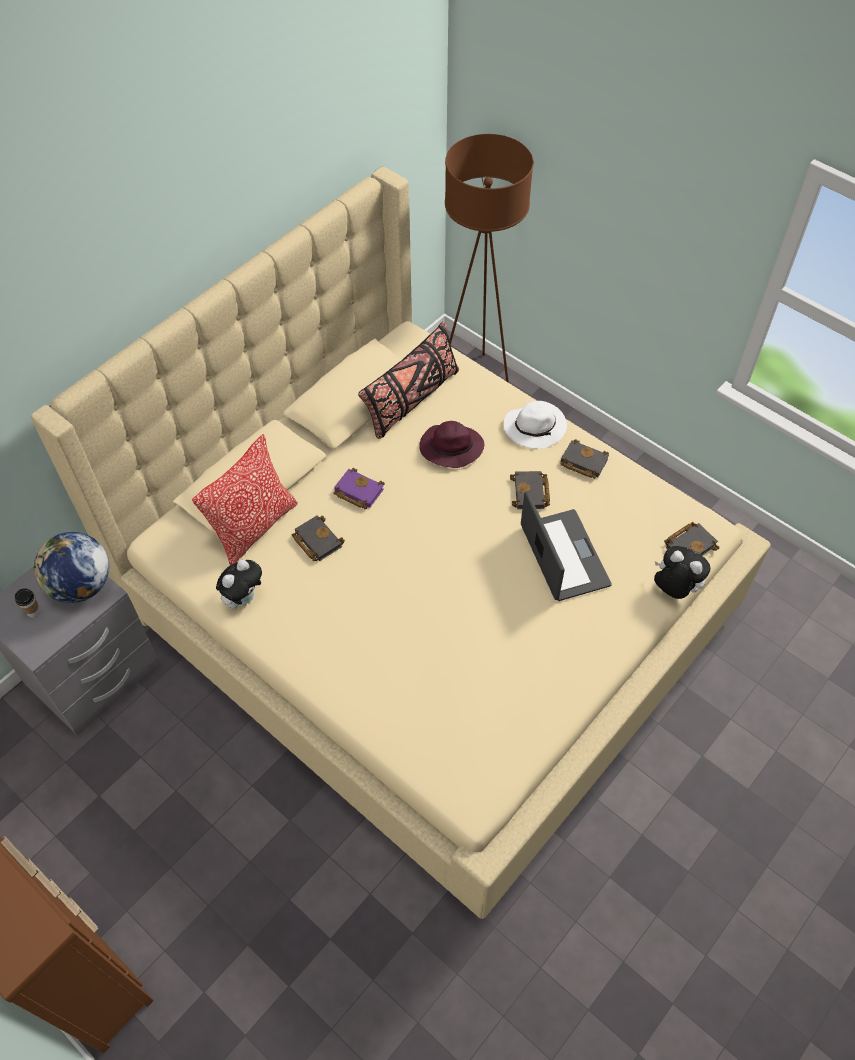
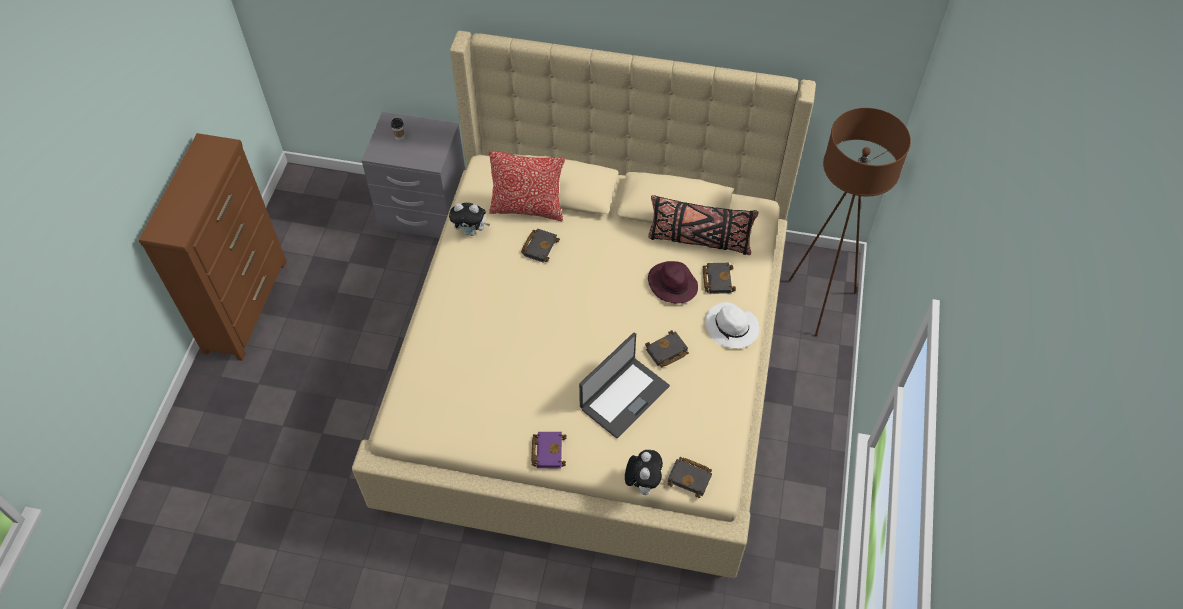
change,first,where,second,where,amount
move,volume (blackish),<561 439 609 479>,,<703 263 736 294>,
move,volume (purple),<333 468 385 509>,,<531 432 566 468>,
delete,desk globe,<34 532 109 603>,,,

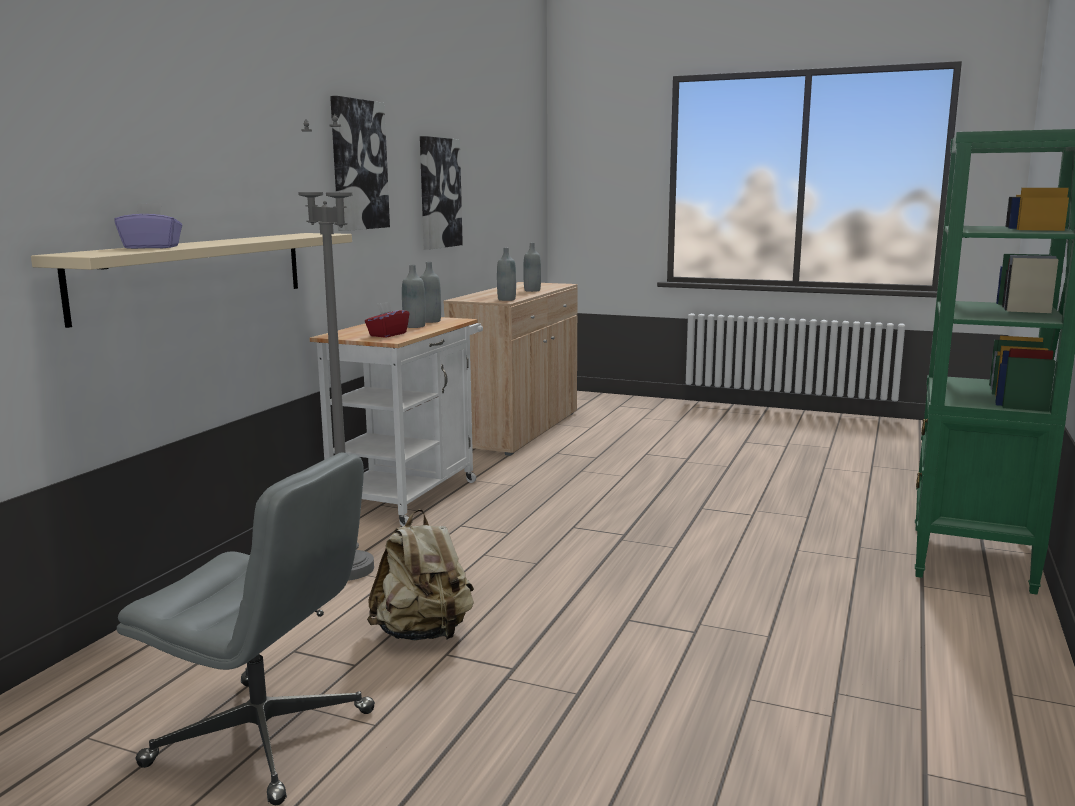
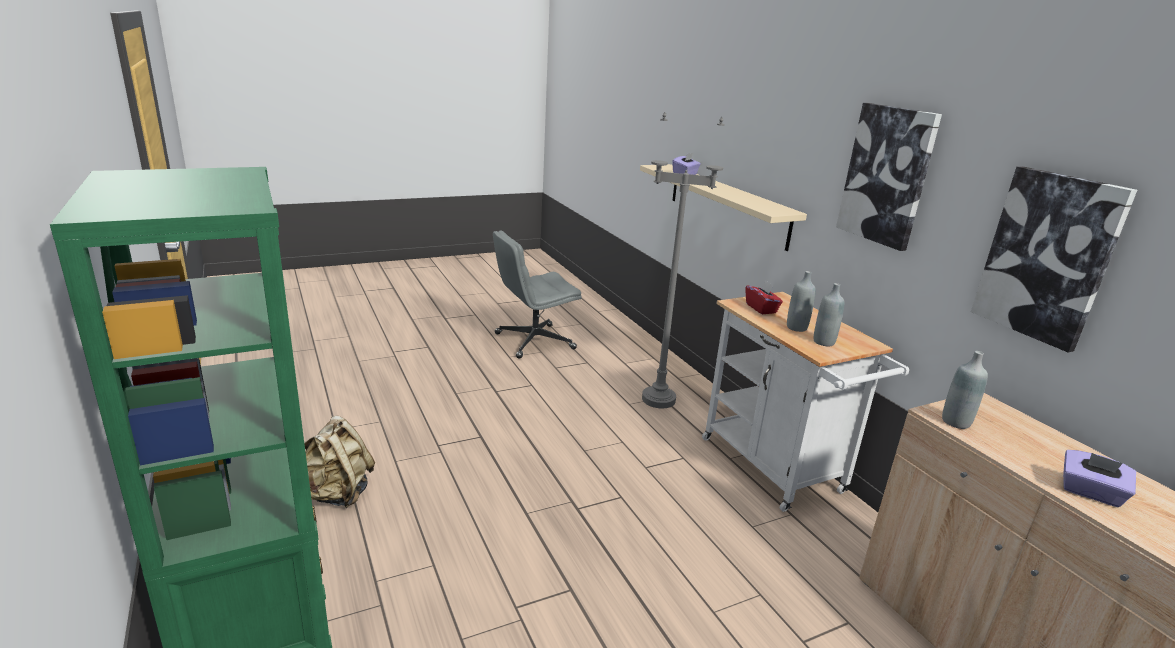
change,first,where,second,where,amount
replace,drink bottle (grey),<523 243 541 292>,tissue box (purple),<1063 450 1136 507>,
move,rucksack (sand-coloured),<367 509 474 640>,,<304 416 375 508>,

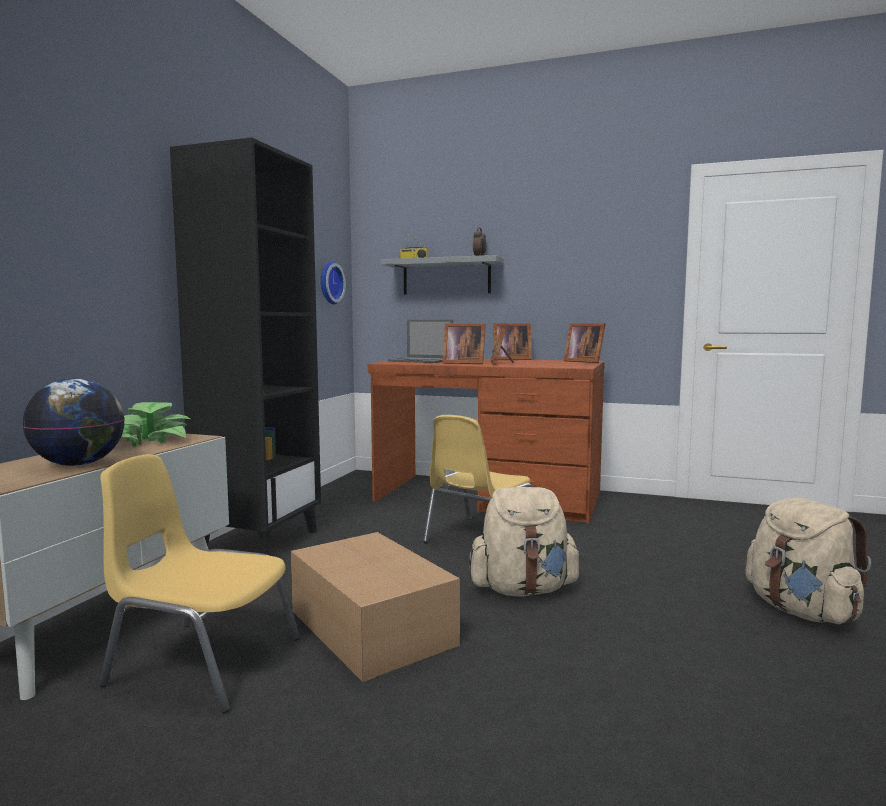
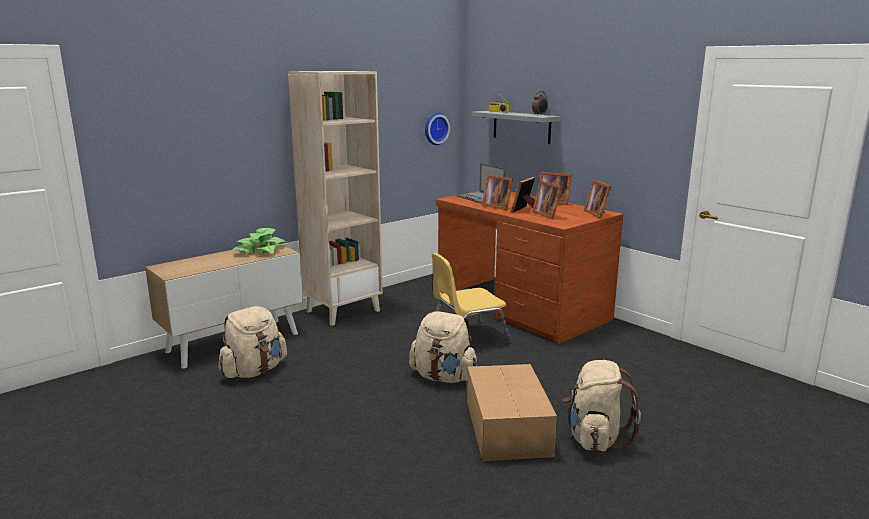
change,first,where,second,where,amount
recolor,bookshelf (blackish),<170 137 321 555>,bookshelf (sand-coloured),<288 71 383 326>,
delete,desk globe,<22 378 125 466>,,,
replace,plain chair (yellow),<99 454 300 713>,rucksack (sand-coloured),<219 306 287 378>,
move,packing box,<291 532 460 682>,,<467 364 557 461>,
insert,,,standing frame,<532 181 562 219>,

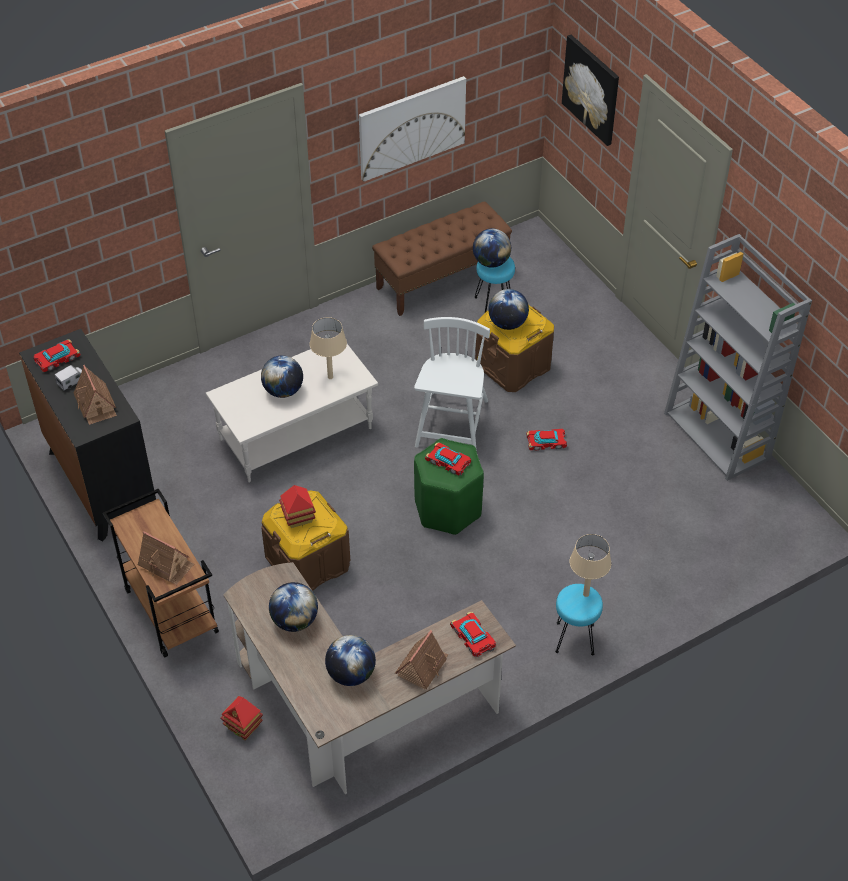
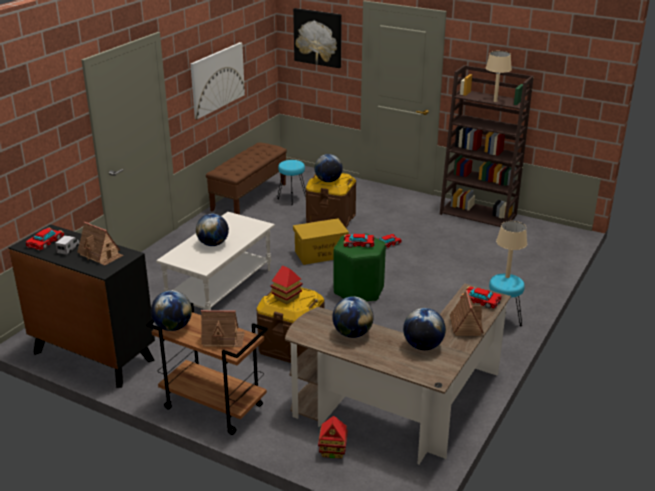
change,first,where,second,where,amount
move,desk globe,<473 228 511 267>,,<151 290 192 331>,
recolor,bookshelf (grey),<664 234 812 481>,bookshelf (brown-coloured),<440 65 534 227>,
move,table lamp (sand-coloured),<310 317 347 379>,,<486 51 512 102>,
replace,plain chair (white-coloured),<414 317 490 451>,storage box (yellow),<293 218 349 265>,

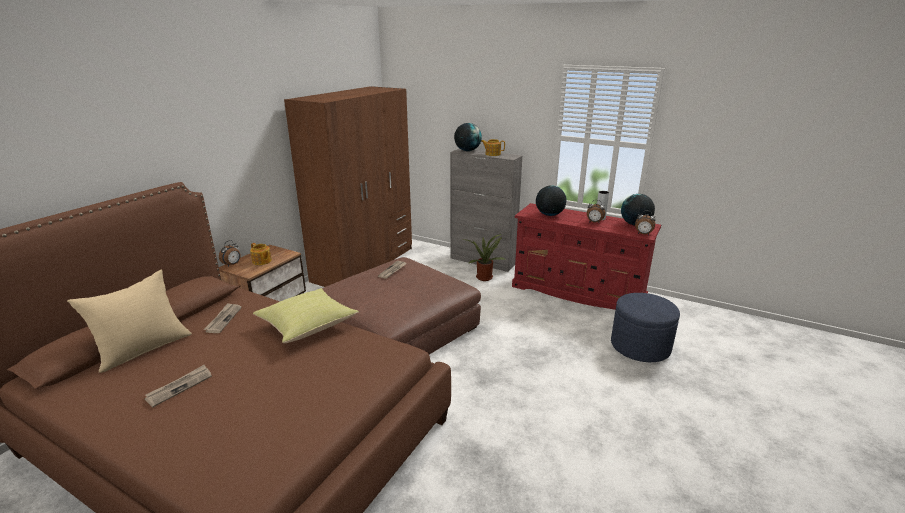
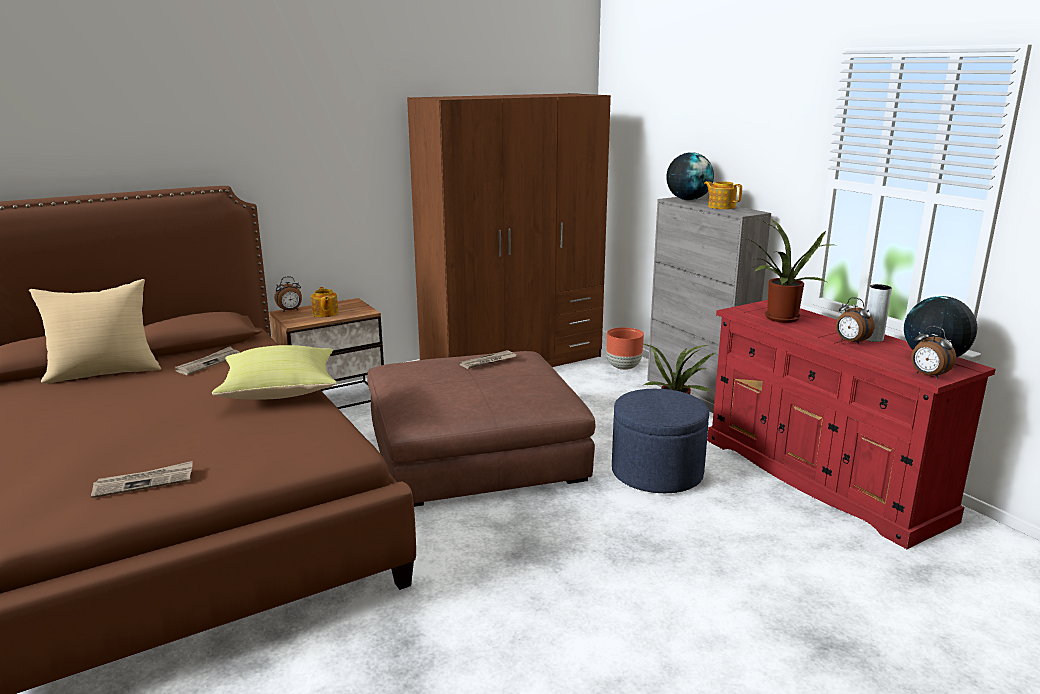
change,first,where,second,where,amount
replace,desk globe,<536 185 567 216>,plant in a pot,<747 218 832 323>,
move,ottoman (bluish),<611 293 680 362>,,<612 389 709 493>,
move,daily paper,<144 365 212 407>,,<91 461 193 498>,
insert,,,flower pot (brown-coloured),<607 327 644 370>,

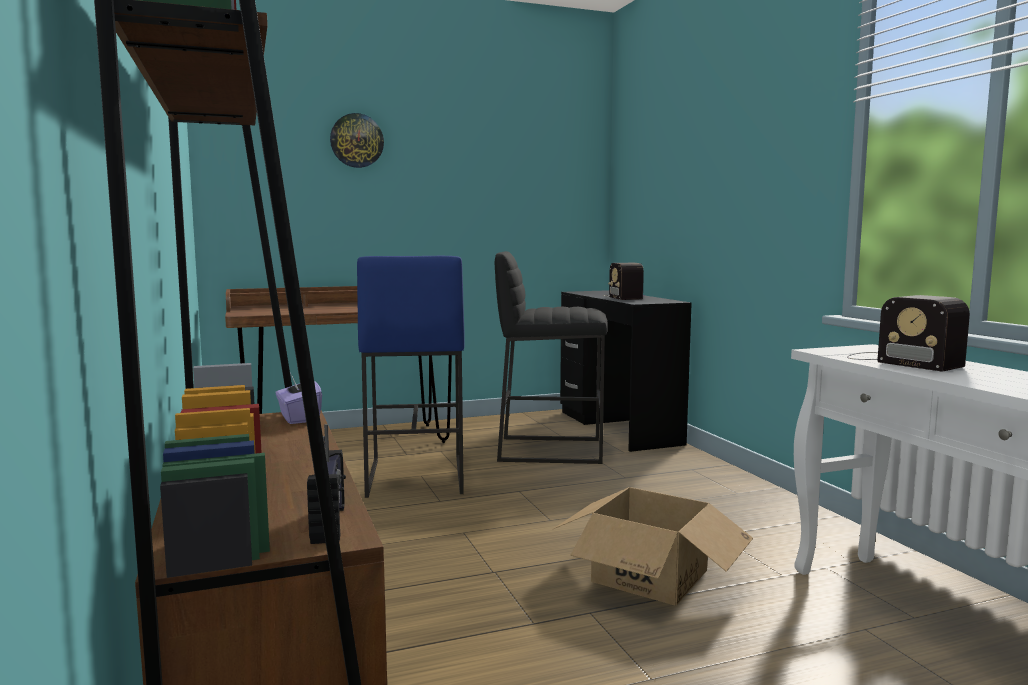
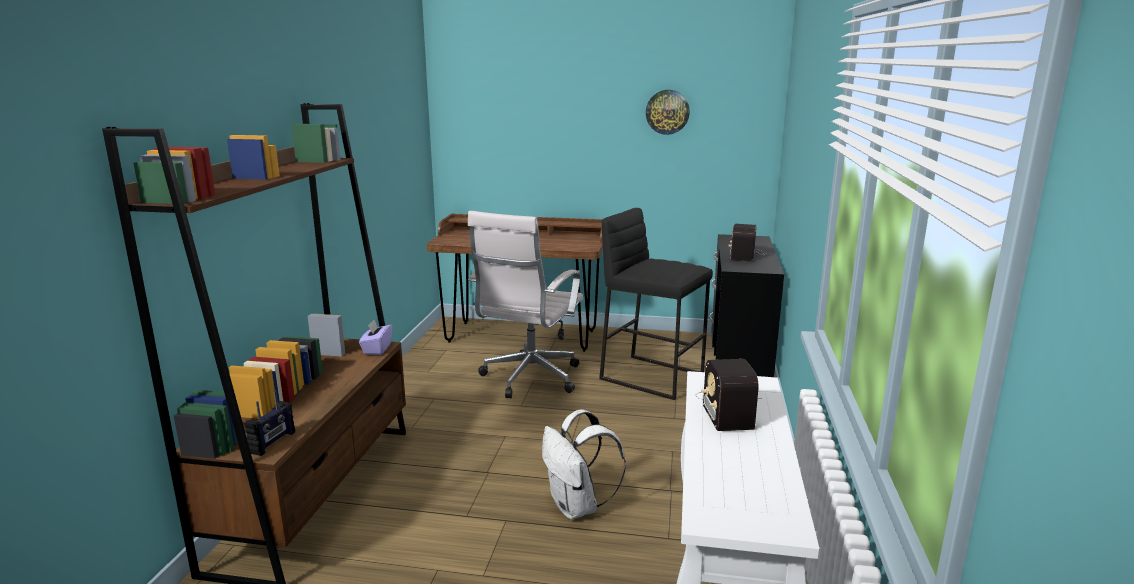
change,first,where,second,where,amount
move,clock on the wall,<330 113 384 168>,,<646 90 690 135>,
replace,stool seat (bluish),<357 256 465 498>,computer chair (white-coloured),<468 211 583 398>,
replace,packing box,<553 487 753 605>,rucksack (white-coloured),<542 409 626 519>,

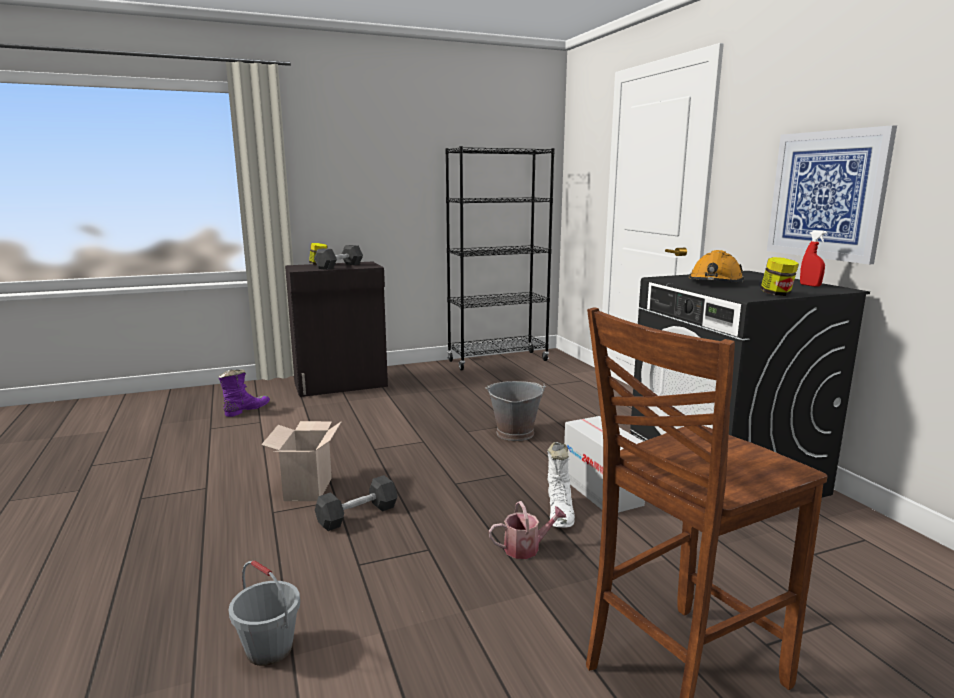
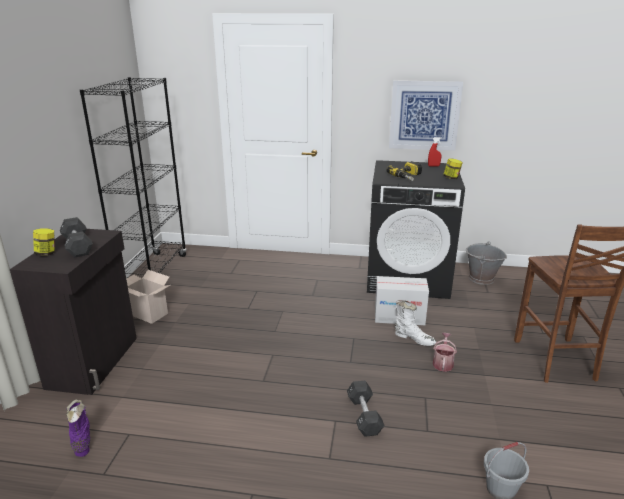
change,first,where,second,where,amount
replace,hard hat (orangey),<689 250 744 282>,drill,<386 161 422 181>,
move,water bucket (grey),<485 381 546 441>,,<466 241 507 285>,
move,packing box,<261 421 342 501>,,<126 270 170 324>,

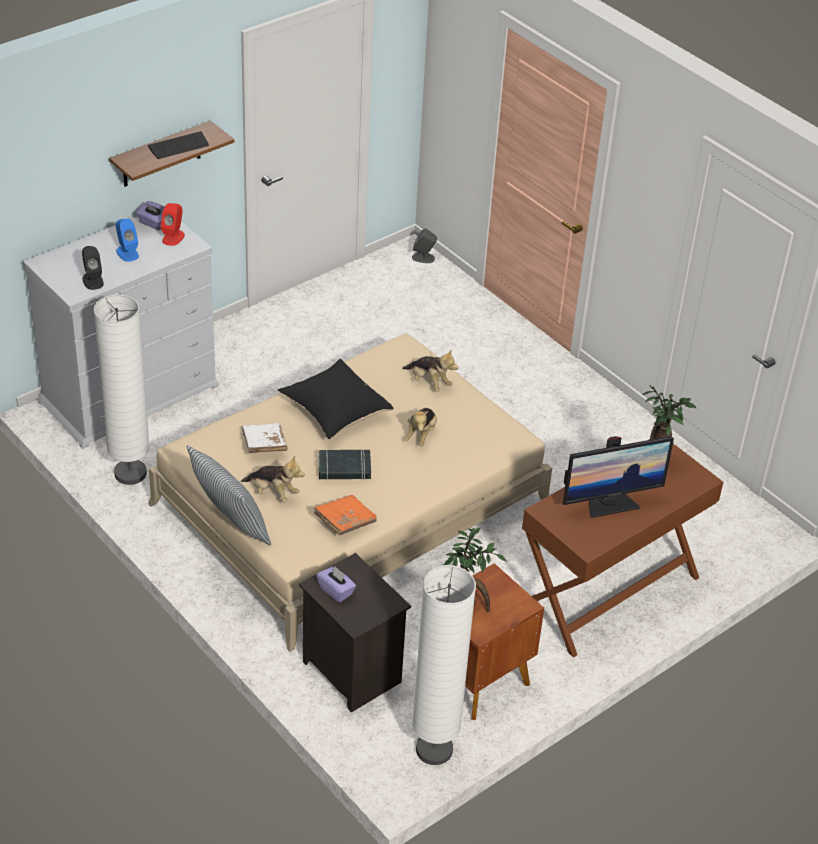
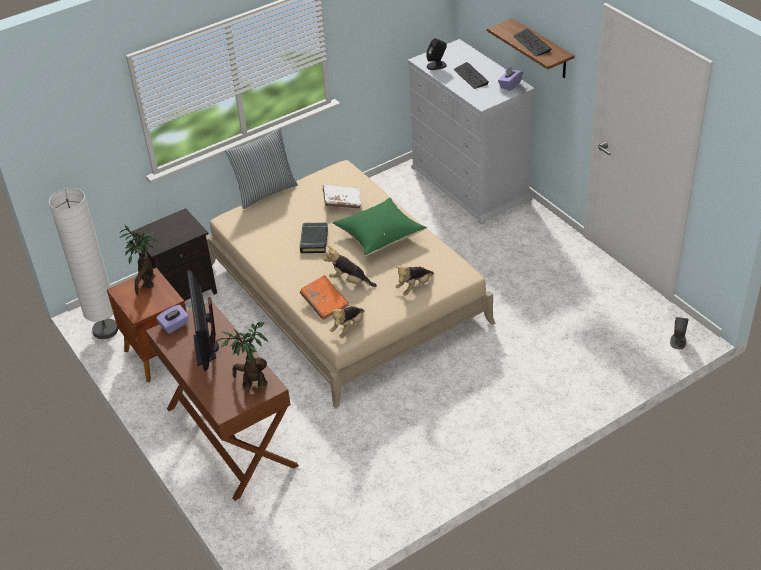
change,first,where,second,where,amount
delete,loudspeaker (red-coloured),<161 203 185 246>,,,
replace,loudspeaker (bluish),<116 219 139 262>,PC keyboard,<454 62 489 89>,
delete,standard lamp (white-coloured),<94 294 150 485>,,,
recolor,pillow (blackish),<278 359 394 439>,pillow (greenish),<333 198 427 256>,
move,cuddly toy,<241 455 305 503>,,<330 306 364 338>,
move,volume (orangey),<314 495 377 535>,,<300 275 349 320>,
move,tissue box (purple),<316 567 356 603>,,<156 305 189 334>,

